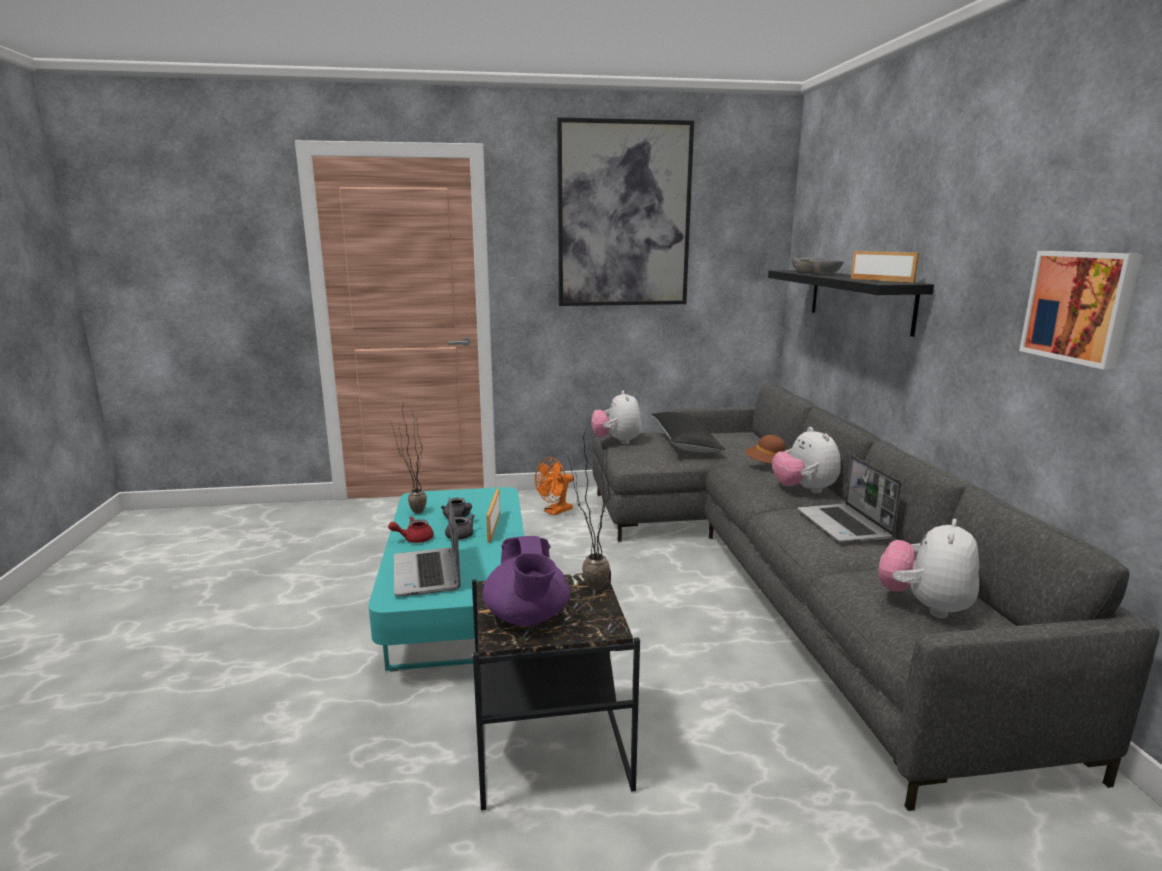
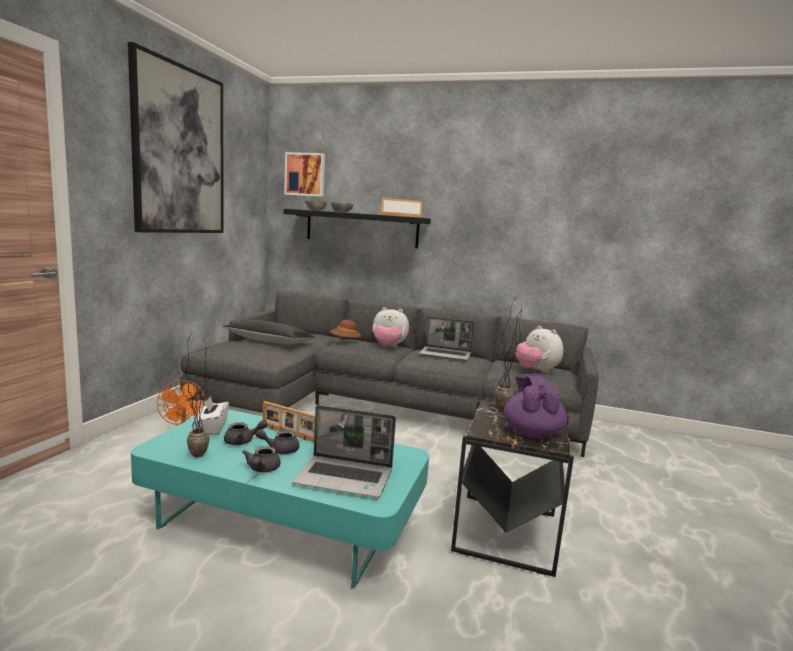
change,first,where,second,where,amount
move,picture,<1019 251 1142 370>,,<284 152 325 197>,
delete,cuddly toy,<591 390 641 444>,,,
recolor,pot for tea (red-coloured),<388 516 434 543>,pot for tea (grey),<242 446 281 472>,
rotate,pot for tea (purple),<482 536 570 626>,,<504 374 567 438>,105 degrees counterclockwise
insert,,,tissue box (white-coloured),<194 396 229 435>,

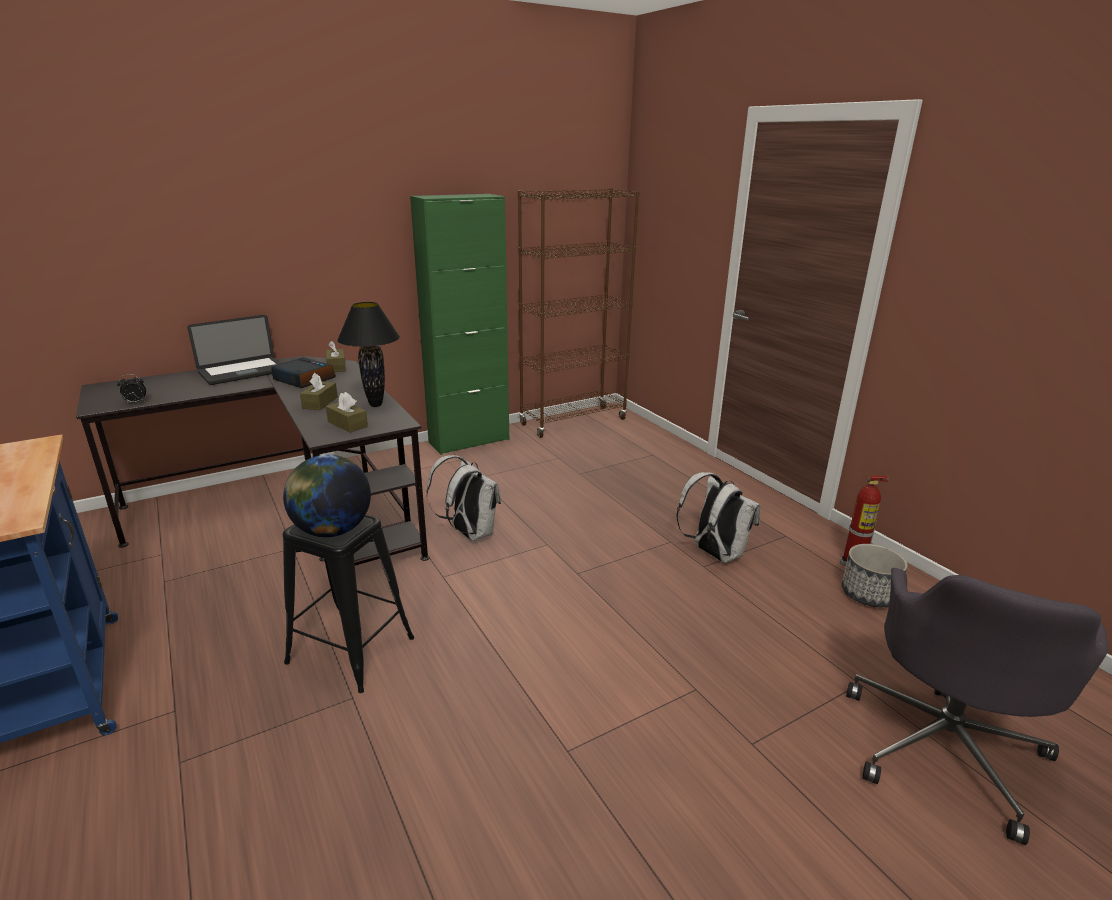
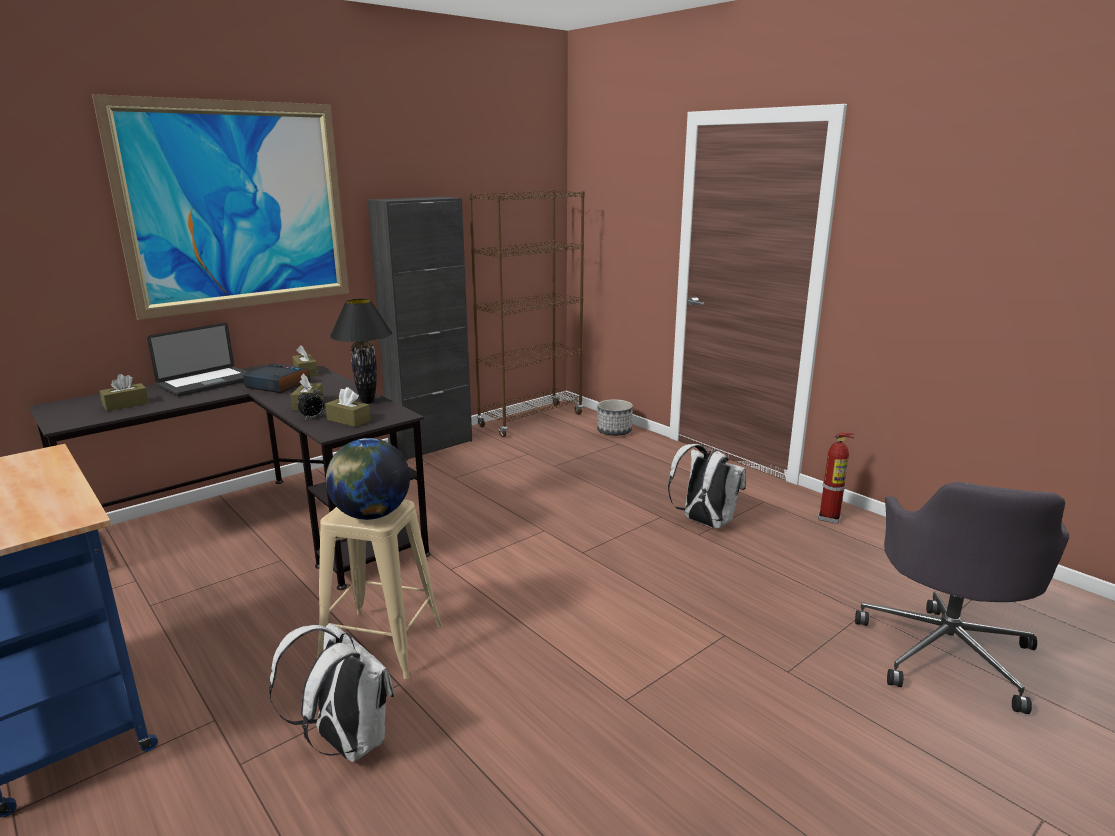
change,first,where,second,where,amount
recolor,cupboard (greenish),<410 194 509 455>,cupboard (blackish),<368 196 472 461>,
move,bedside clock,<117 374 146 404>,,<298 387 324 420>,
move,rucksack (white-coloured),<426 455 501 541>,,<269 623 394 762>,
recolor,stool seat (blackish),<283 515 414 693>,stool seat (sand-coloured),<316 500 442 679>,
move,flower pot,<842 544 908 607>,,<597 399 633 436>,
insert,,,picture,<92 94 349 320>,
insert,,,tissue box (brown-coloured),<100 374 149 411>,

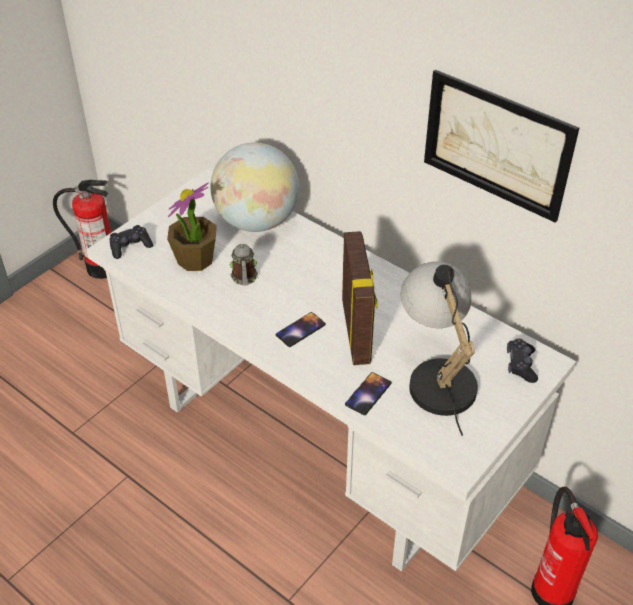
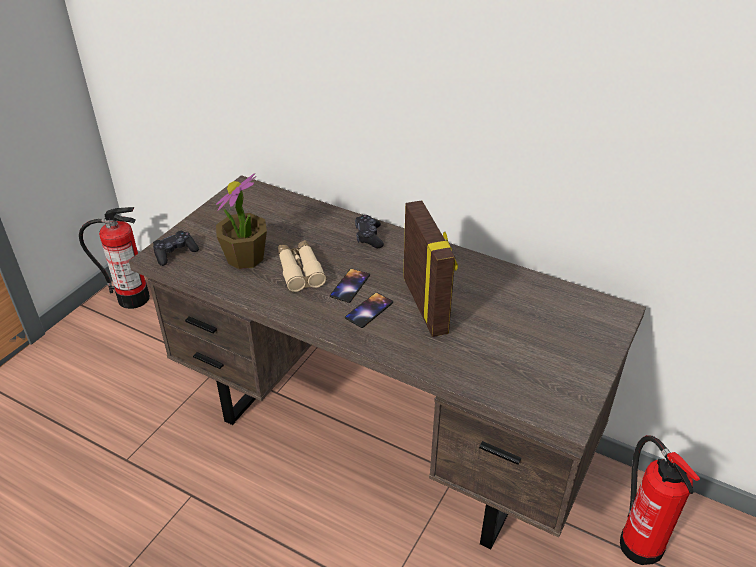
change,first,where,second,where,amount
delete,picture,<424 70 579 223>,,,
delete,desk globe,<210 142 299 232>,,,
recolor,desk table (white-coloured),<86 167 576 572>,desk table (brown-coloured),<129 175 646 550>,
replace,mug,<230 244 258 286>,binoculars (sand-coloured),<278 240 326 292>,
delete,table lamp,<401 261 478 436>,,,
move,joypad (blackish),<507 338 538 383>,,<355 215 384 248>,
move,handset,<345 372 392 415>,,<330 268 370 303>,

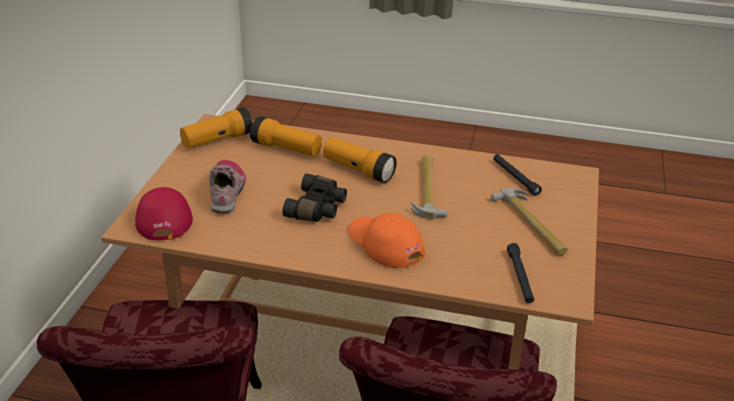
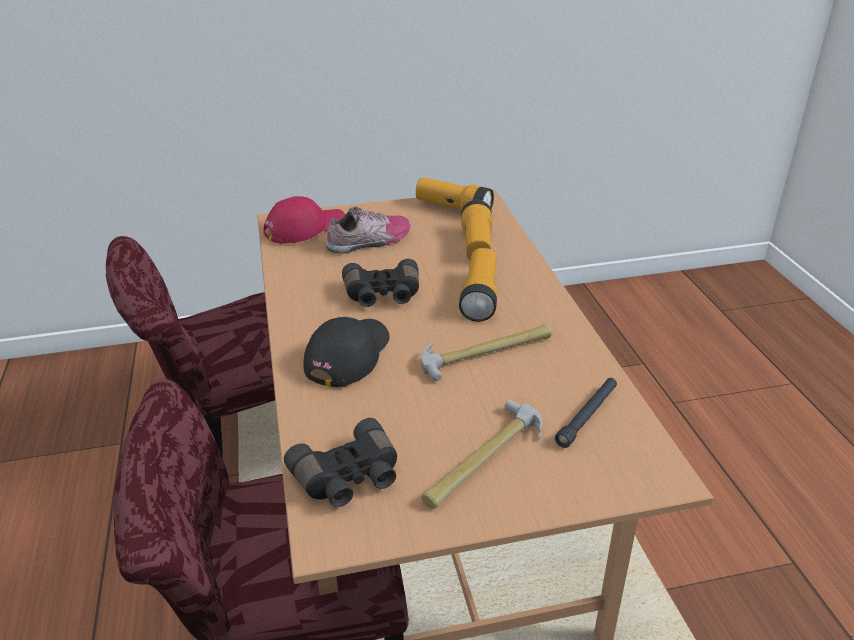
change,first,where,second,where,amount
recolor,peaked cap (orangey),<348 213 425 268>,peaked cap (blackish),<303 317 389 387>,
replace,torch (blackish),<507 243 534 303>,binoculars (blackish),<284 418 397 507>,

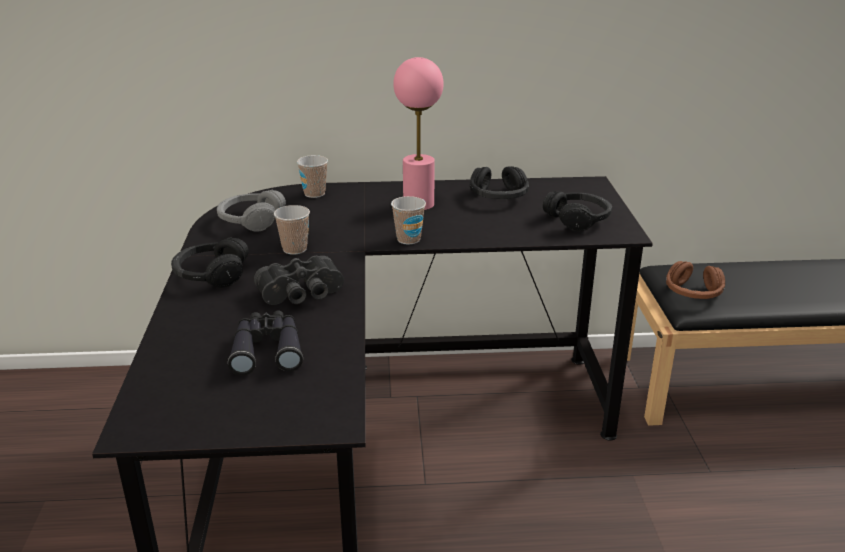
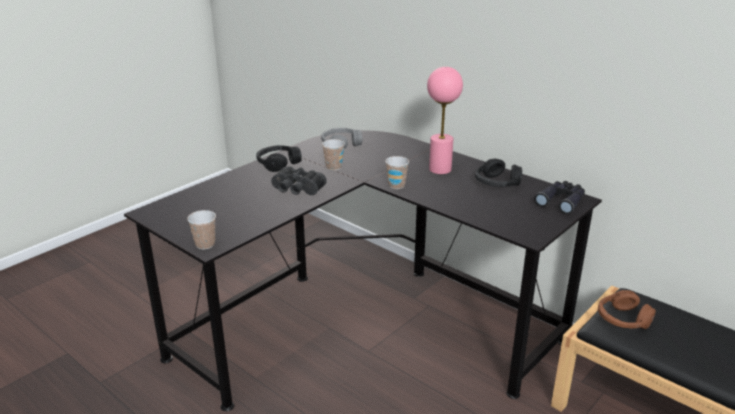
change,first,where,second,where,amount
move,drinking cup,<297 155 328 198>,,<187 210 216 249>,
delete,headphones (blackish),<543 191 612 231>,,,
move,binoculars (blackish),<228 310 303 375>,,<534 181 585 214>,

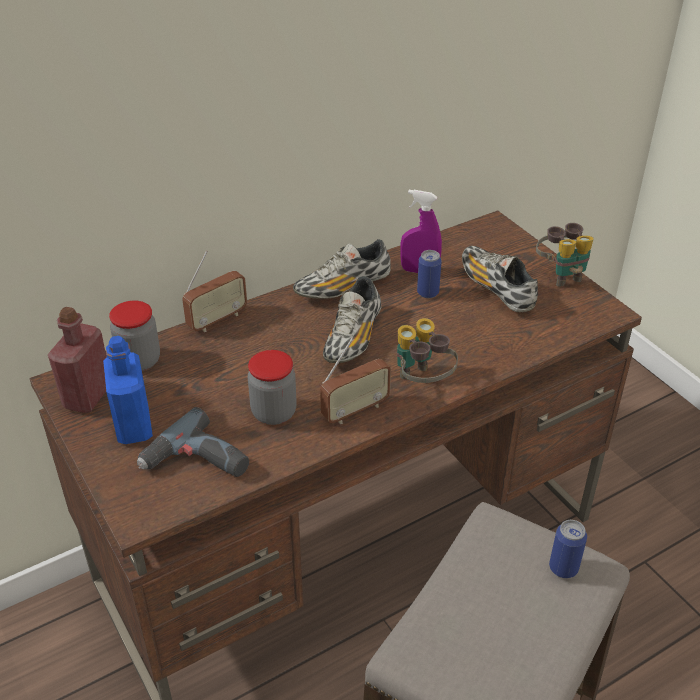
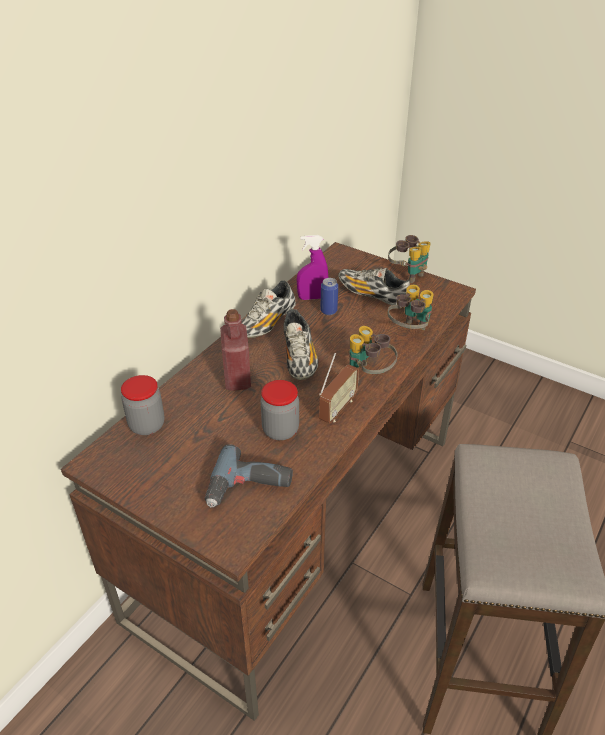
change,first,where,second,where,amount
delete,radio receiver,<182 251 247 332>,,,
move,drink bottle (red-coloured),<48 307 106 413>,,<220 309 251 391>,
delete,drink bottle (bluish),<103 336 153 444>,,,
delete,can,<549 520 587 578>,,,
insert,,,binoculars,<388 285 434 330>,

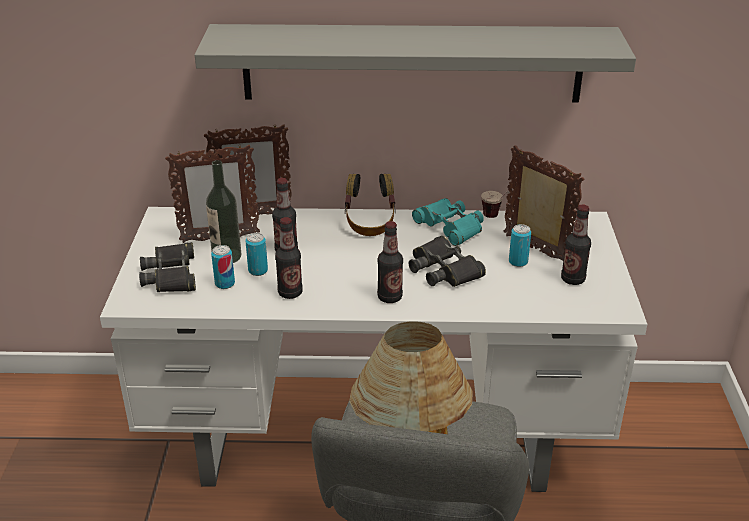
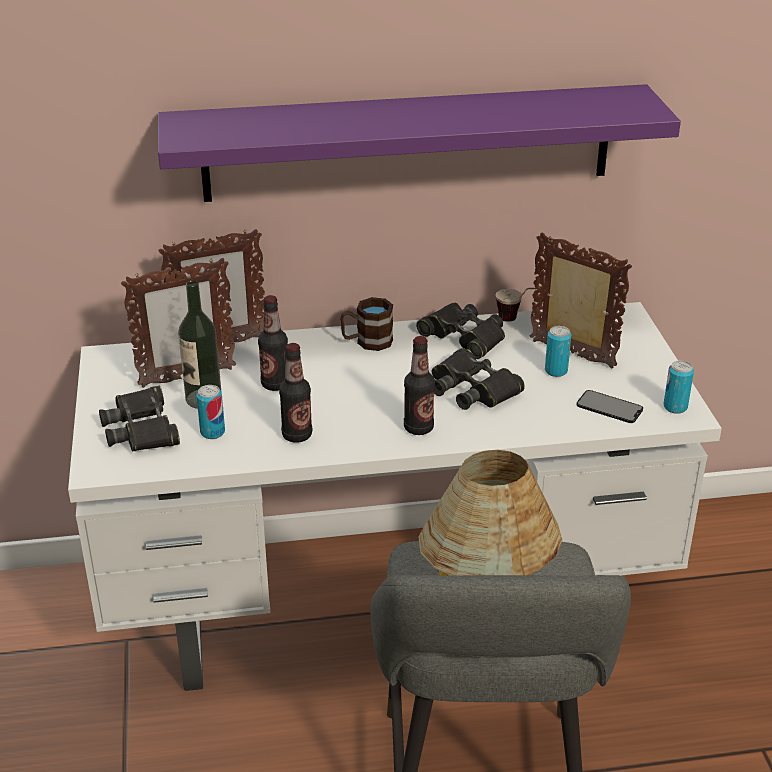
change,first,where,second,where,amount
recolor,bracket shelf (grey),<195 24 636 103>,bracket shelf (purple),<158 84 681 202>,
replace,headphones,<345 174 396 236>,mug (brown-coloured),<340 297 393 351>,
recolor,binoculars (turquoise-coloured),<412 198 484 246>,binoculars (blackish),<416 303 505 359>,
delete,drink bottle,<561 205 591 285>,,,
move,can,<246 233 268 276>,,<663 361 694 414>,
insert,,,handset,<576 390 643 423>,

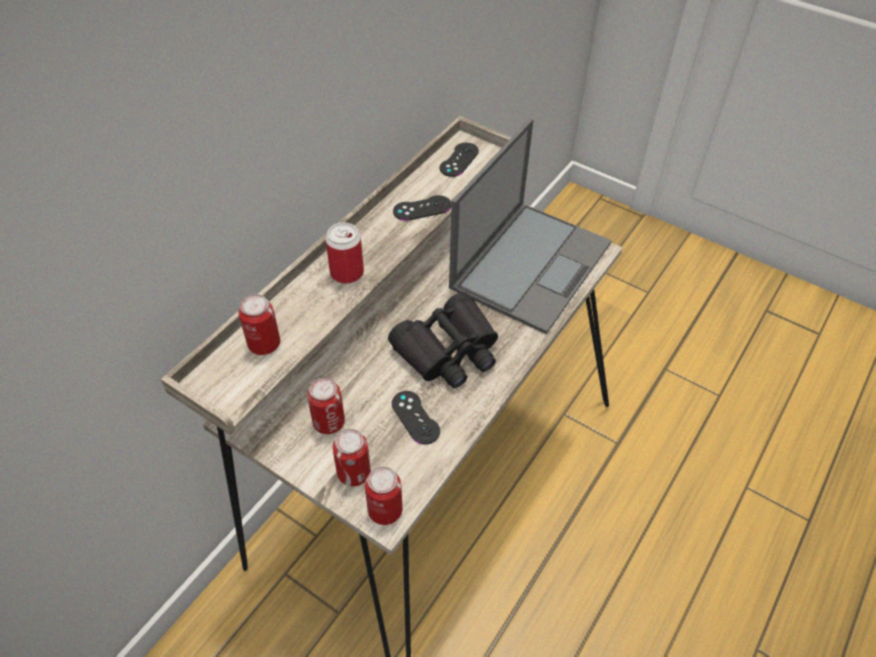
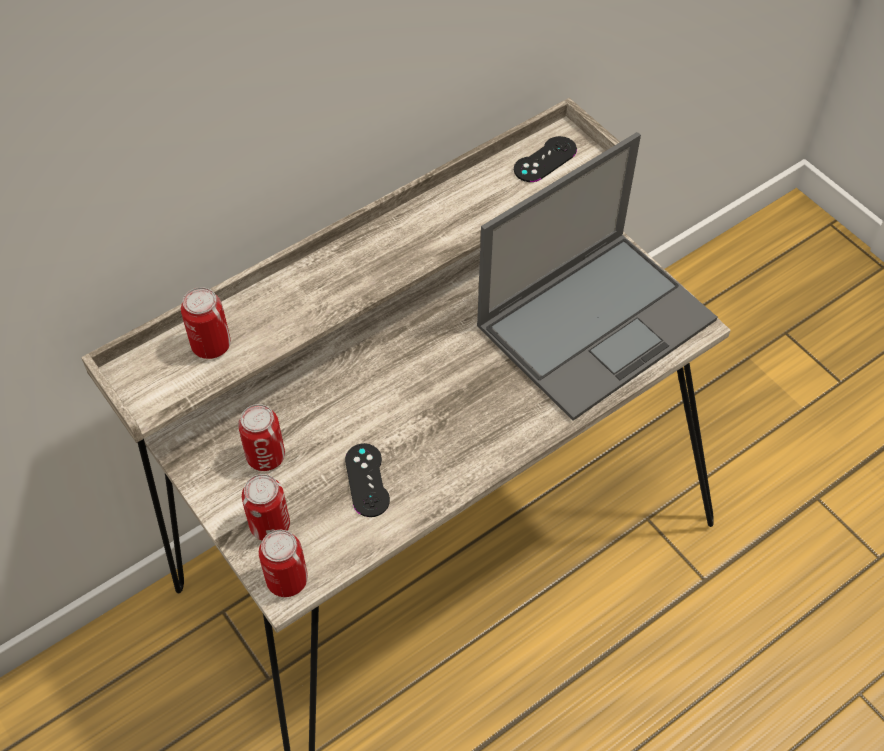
change,first,where,second,where,amount
delete,joypad (blackish),<393 195 451 221>,,,
delete,can,<325 222 364 284>,,,
delete,binoculars (blackish),<388 292 498 388>,,,

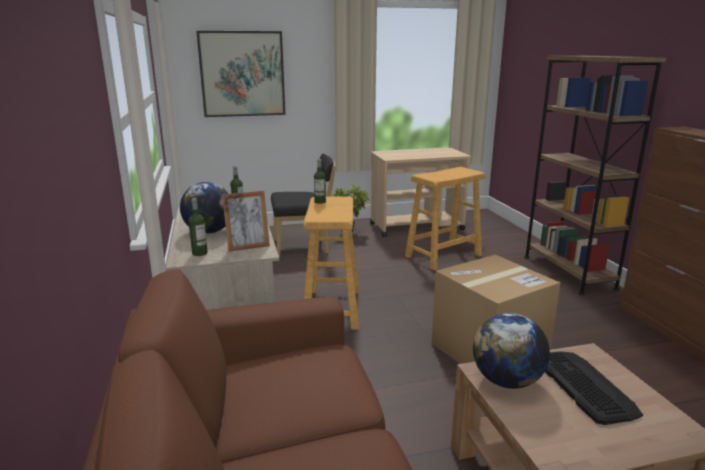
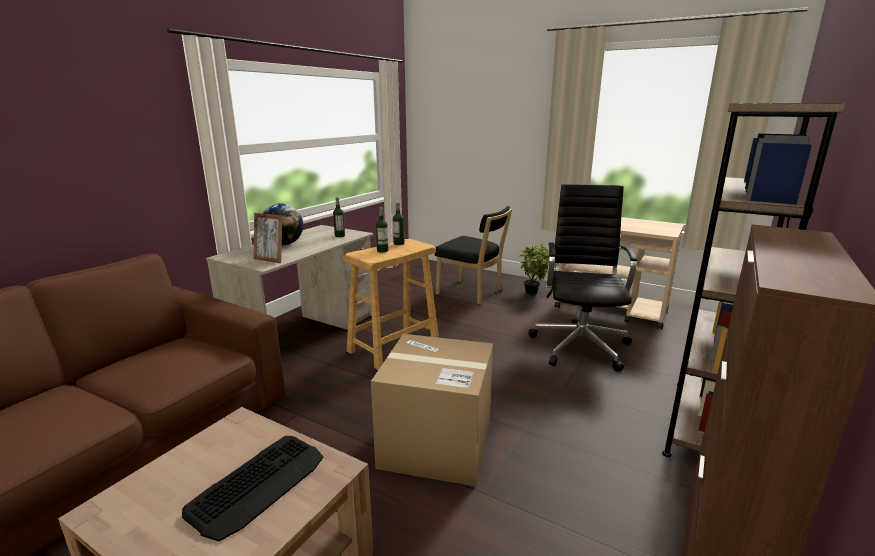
change,first,where,second,where,amount
delete,picture,<196 31 285 117>,,,
replace,stool seat (sand-coloured),<405 167 486 270>,computer chair (blackish),<528 184 637 372>,
move,drink bottle,<189 198 208 256>,,<376 207 388 253>,
delete,desk globe,<473 313 550 389>,,,

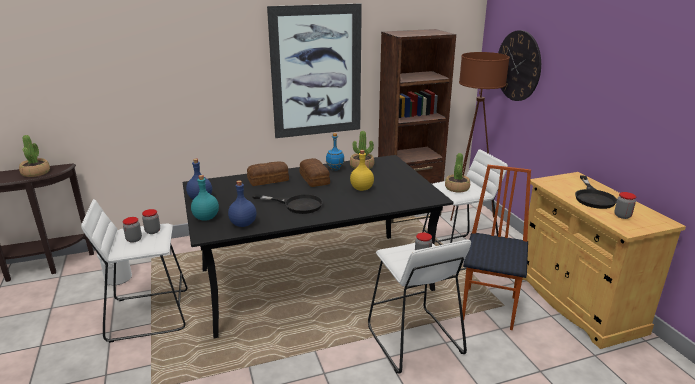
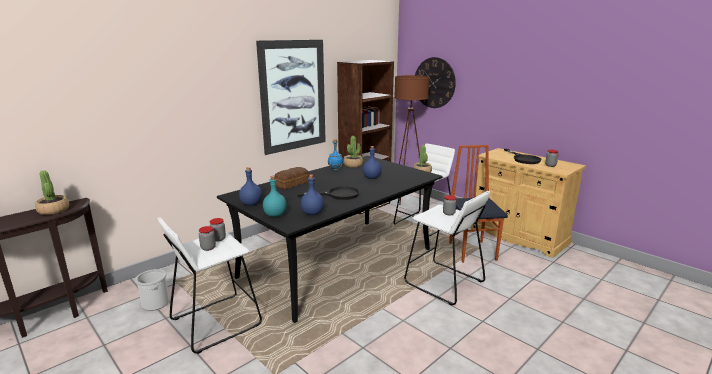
change,first,where,second,where,amount
recolor,drink bottle (yellow),<350 150 374 191>,drink bottle (bluish),<362 146 382 179>,
delete,bakery bread,<299 158 330 187>,,,

